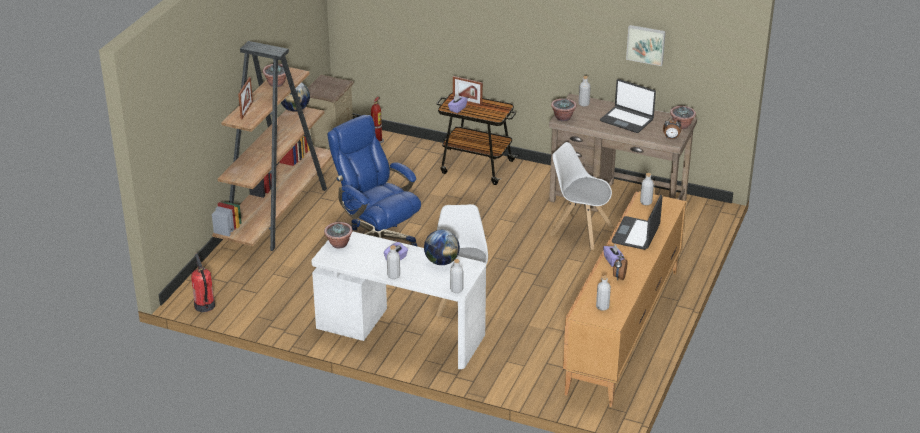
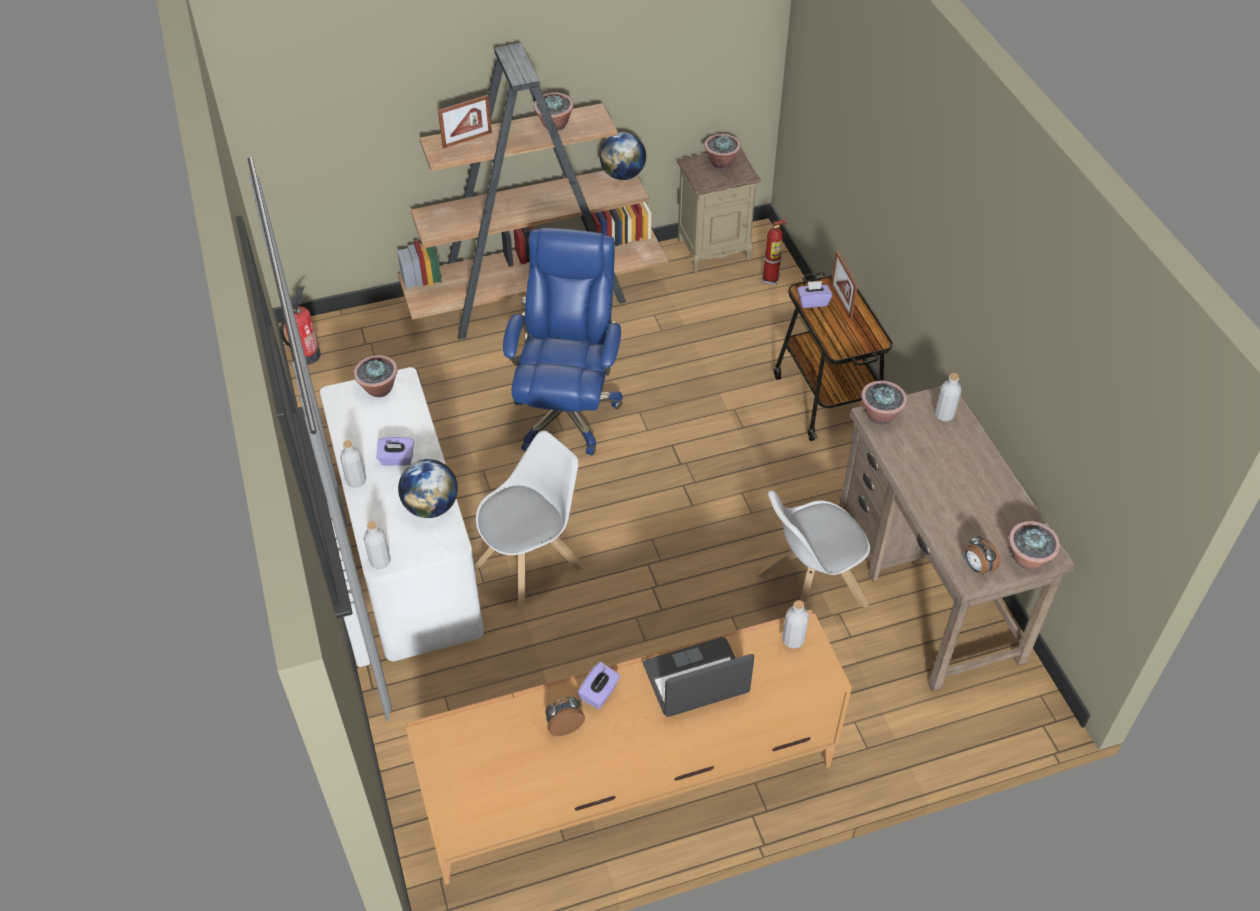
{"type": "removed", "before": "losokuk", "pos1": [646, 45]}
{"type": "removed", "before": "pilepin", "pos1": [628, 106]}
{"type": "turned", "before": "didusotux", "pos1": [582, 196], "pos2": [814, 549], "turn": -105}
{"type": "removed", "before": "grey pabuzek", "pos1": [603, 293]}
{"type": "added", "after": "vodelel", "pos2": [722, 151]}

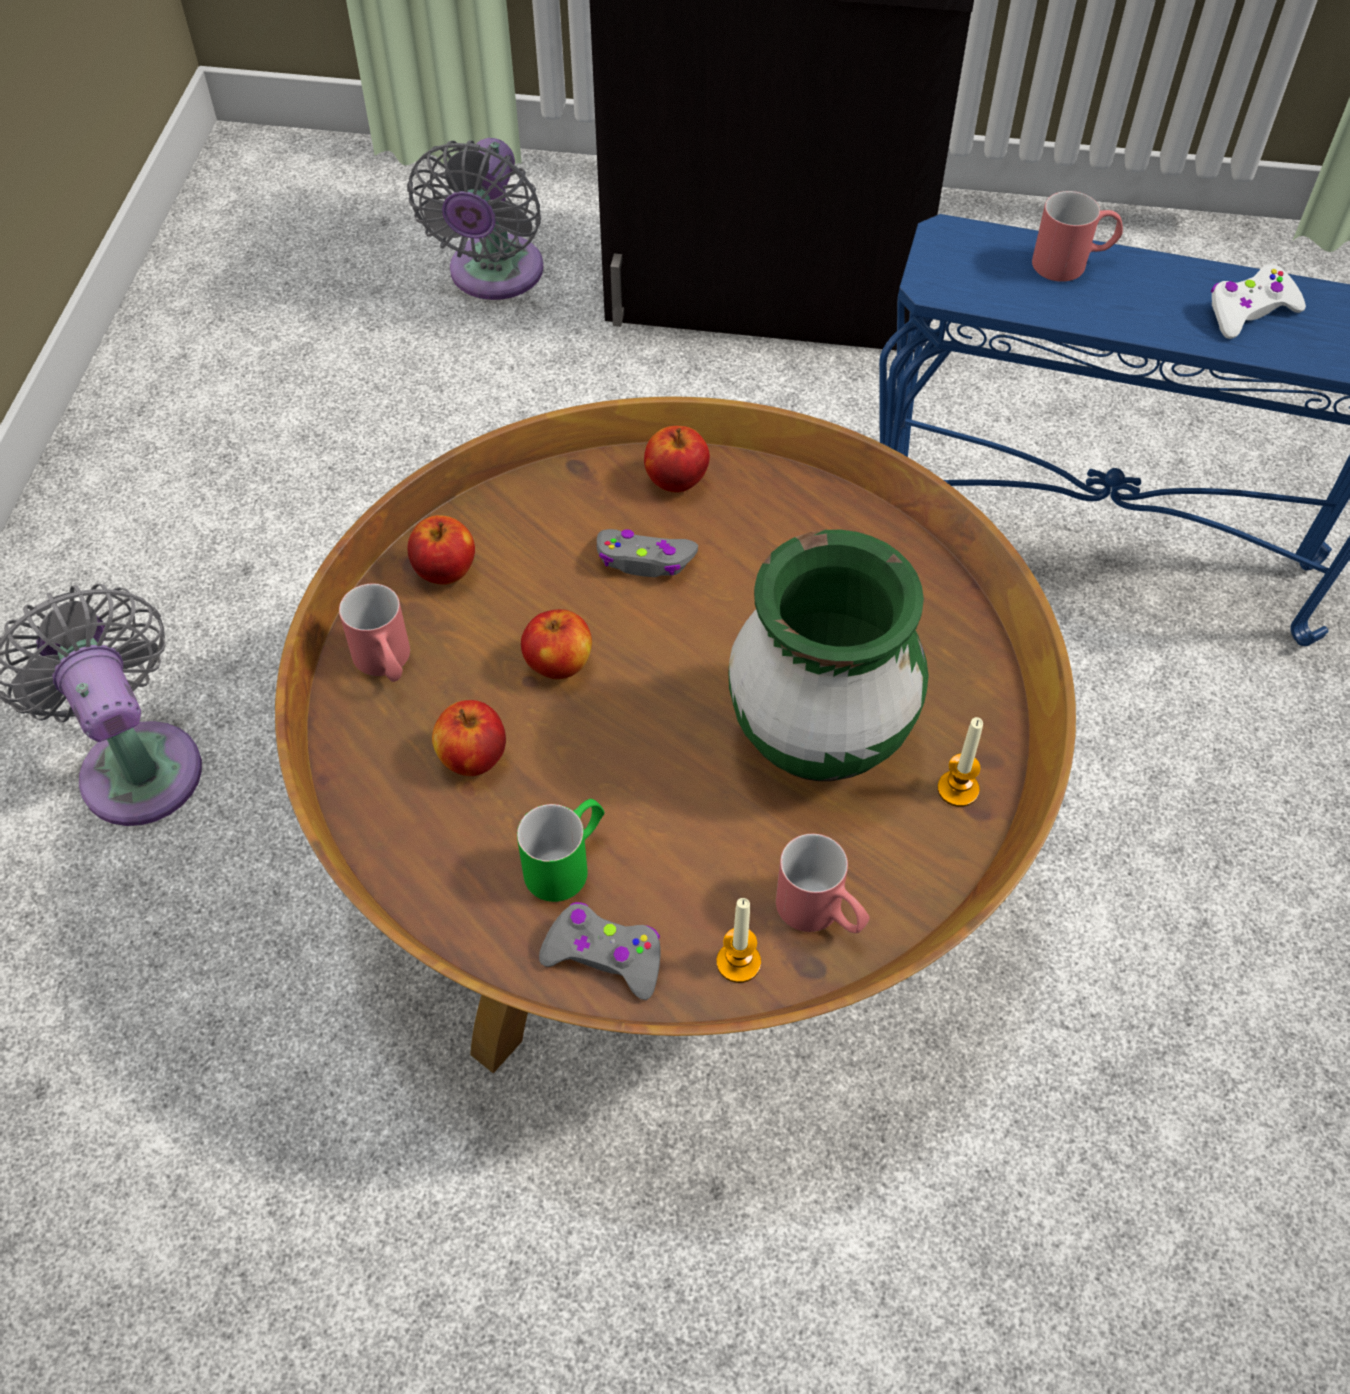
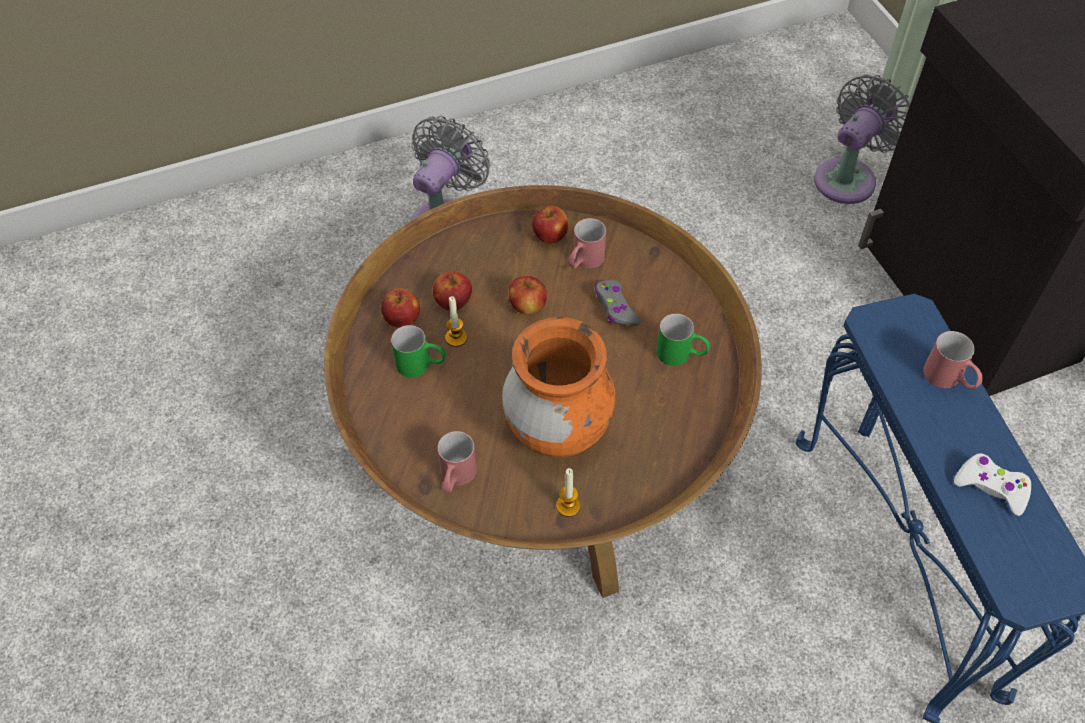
{"type": "turned", "before": "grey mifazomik", "pos1": [475, 219], "pos2": [862, 139], "turn": 150}
{"type": "moved", "before": "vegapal", "pos1": [677, 459], "pos2": [400, 308]}
{"type": "recoloured", "before": "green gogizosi", "after": "orange gogizosi", "pos1": [829, 655], "pos2": [558, 387]}
{"type": "moved", "before": "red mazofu", "pos1": [374, 632], "pos2": [587, 243]}
{"type": "moved", "before": "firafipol", "pos1": [738, 940], "pos2": [456, 321]}
{"type": "removed", "before": "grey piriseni", "pos1": [600, 951]}
{"type": "added", "after": "green mazofu", "pos2": [683, 340]}

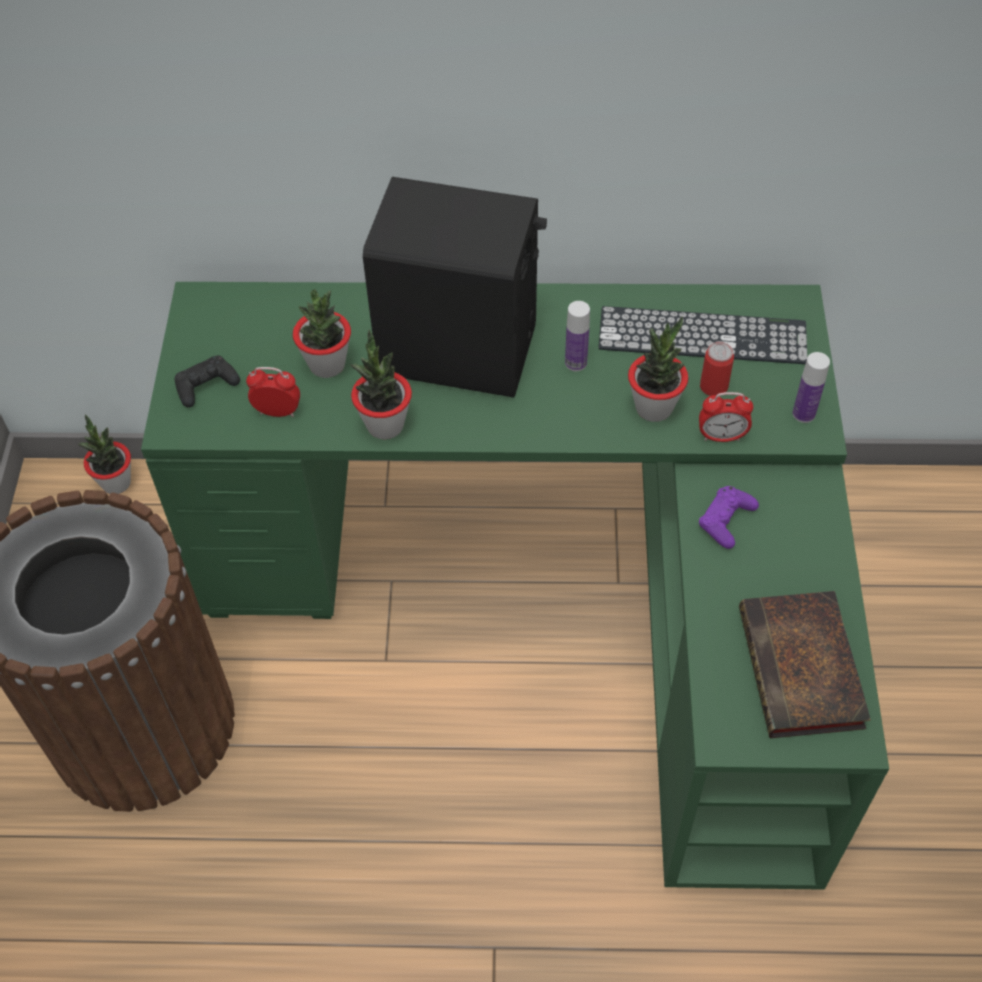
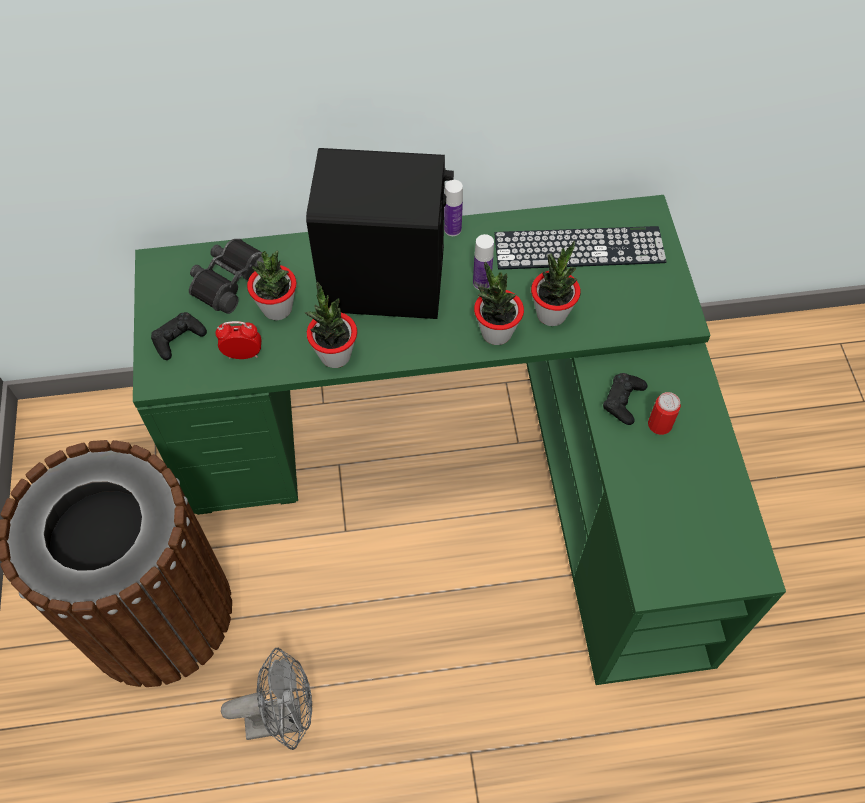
{"type": "moved", "before": "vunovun", "pos1": [717, 369], "pos2": [664, 413]}
{"type": "moved", "before": "pabuzek", "pos1": [811, 387], "pos2": [453, 208]}
{"type": "removed", "before": "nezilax", "pos1": [726, 417]}
{"type": "moved", "before": "vodelel", "pos1": [104, 454], "pos2": [499, 303]}
{"type": "recoloured", "before": "purple piriseni", "after": "black piriseni", "pos1": [729, 517], "pos2": [625, 399]}
{"type": "removed", "before": "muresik", "pos1": [805, 664]}
{"type": "added", "after": "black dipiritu", "pos2": [226, 276]}
{"type": "added", "after": "grey mifazomik", "pos2": [266, 699]}

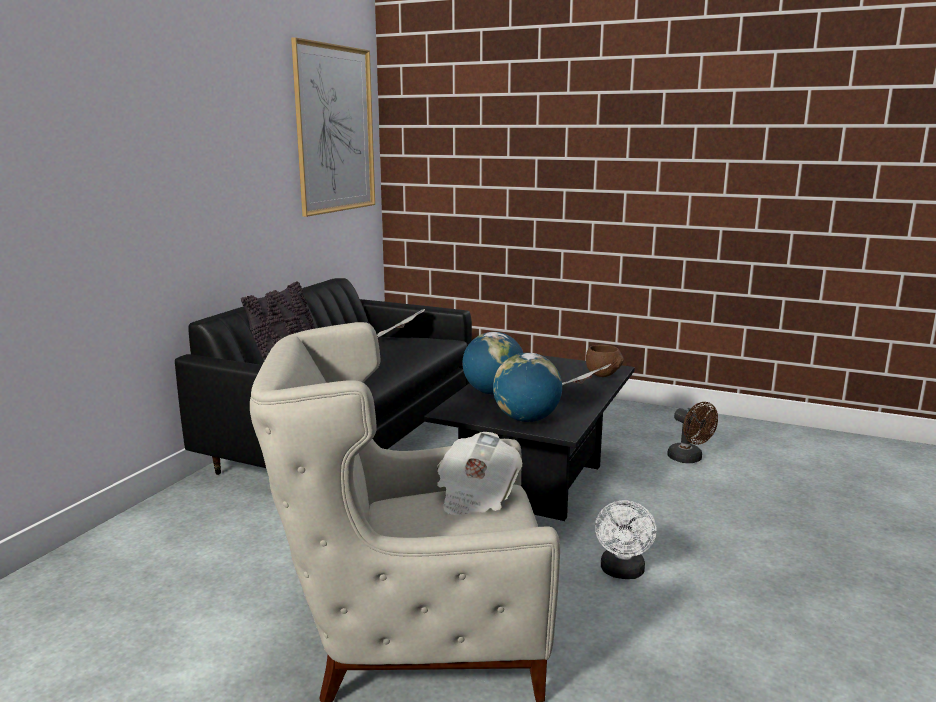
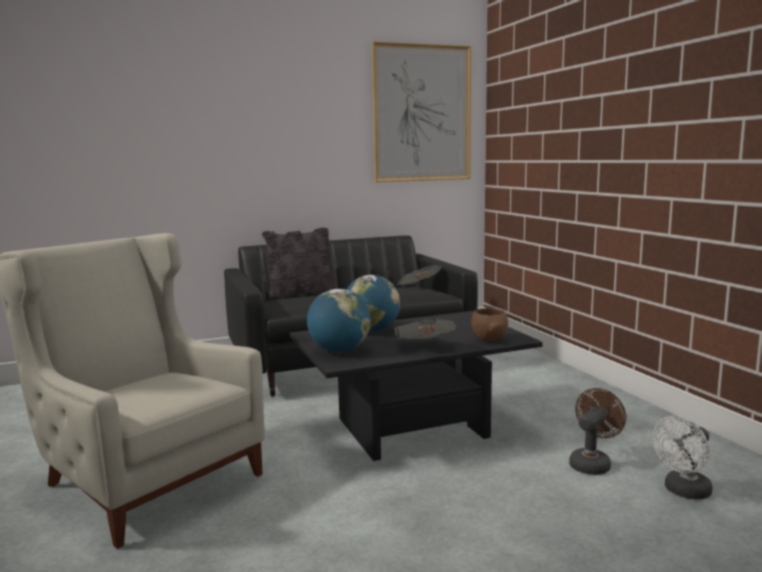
{"type": "turned", "before": "brown mifazomik", "pos1": [692, 432], "pos2": [597, 431], "turn": -150}
{"type": "removed", "before": "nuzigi", "pos1": [480, 473]}
{"type": "moved", "before": "white mifazomik", "pos1": [626, 540], "pos2": [683, 457]}

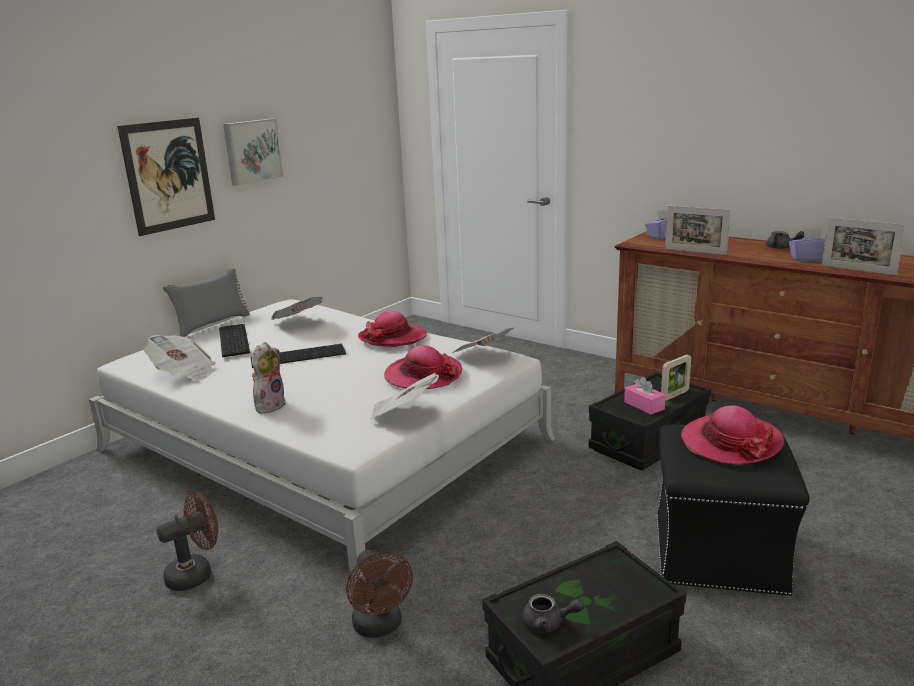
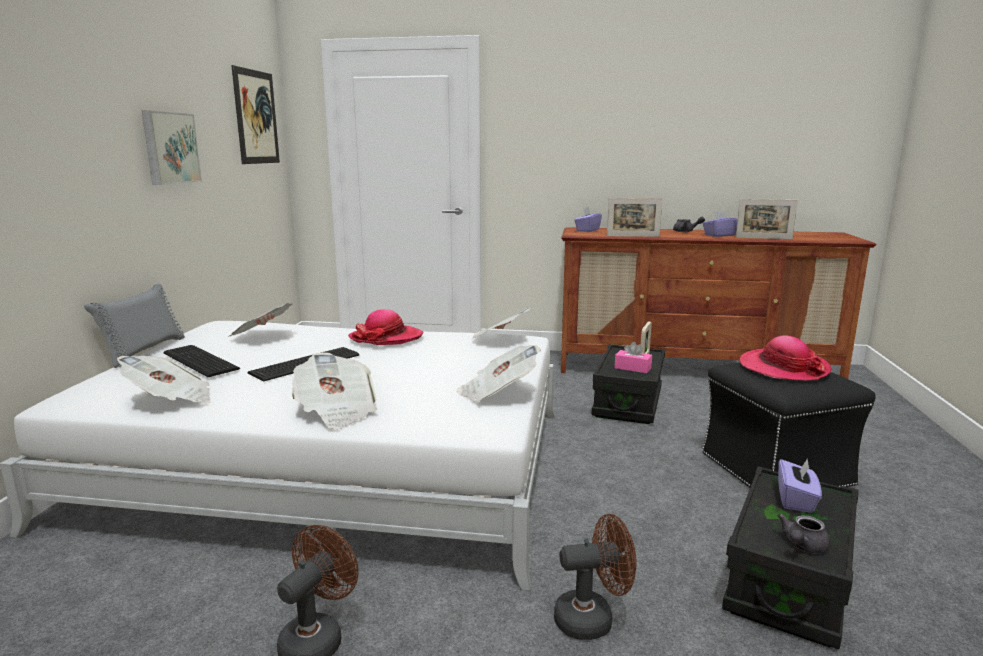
{"type": "moved", "before": "losokuk", "pos1": [166, 177], "pos2": [255, 114]}
{"type": "replaced", "before": "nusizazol", "after": "nuzigi", "pos1": [269, 378], "pos2": [334, 391]}
{"type": "removed", "before": "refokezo", "pos1": [423, 367]}
{"type": "turned", "before": "brown mifazomik", "pos1": [379, 594], "pos2": [595, 577], "turn": -45}
{"type": "turned", "before": "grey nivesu", "pos1": [553, 613], "pos2": [804, 533], "turn": 150}
{"type": "added", "after": "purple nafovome", "pos2": [800, 485]}

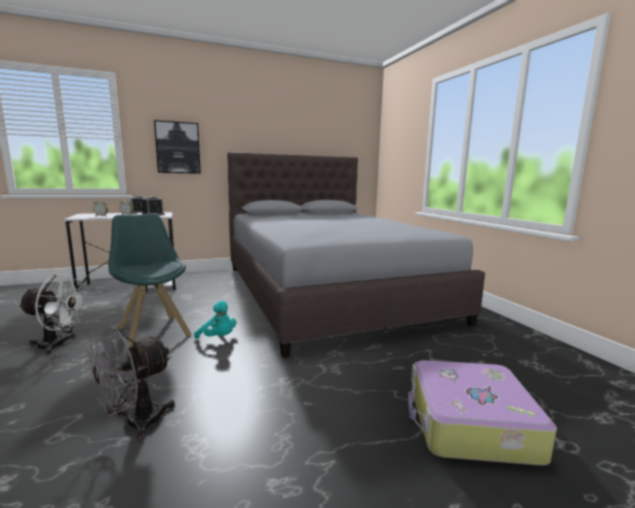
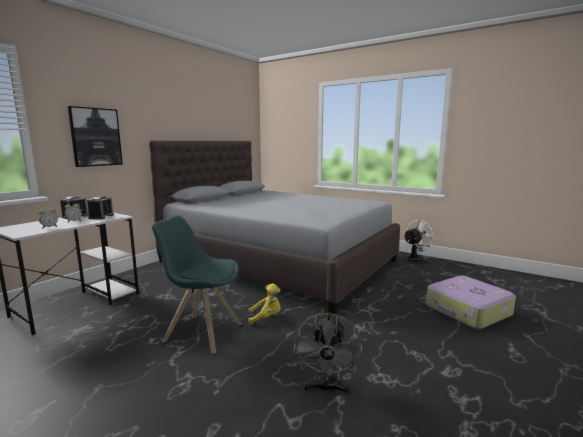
{"type": "moved", "before": "white mifazomik", "pos1": [53, 314], "pos2": [420, 241]}
{"type": "recoloured", "before": "turquoise nusizazol", "after": "yellow nusizazol", "pos1": [215, 320], "pos2": [264, 304]}

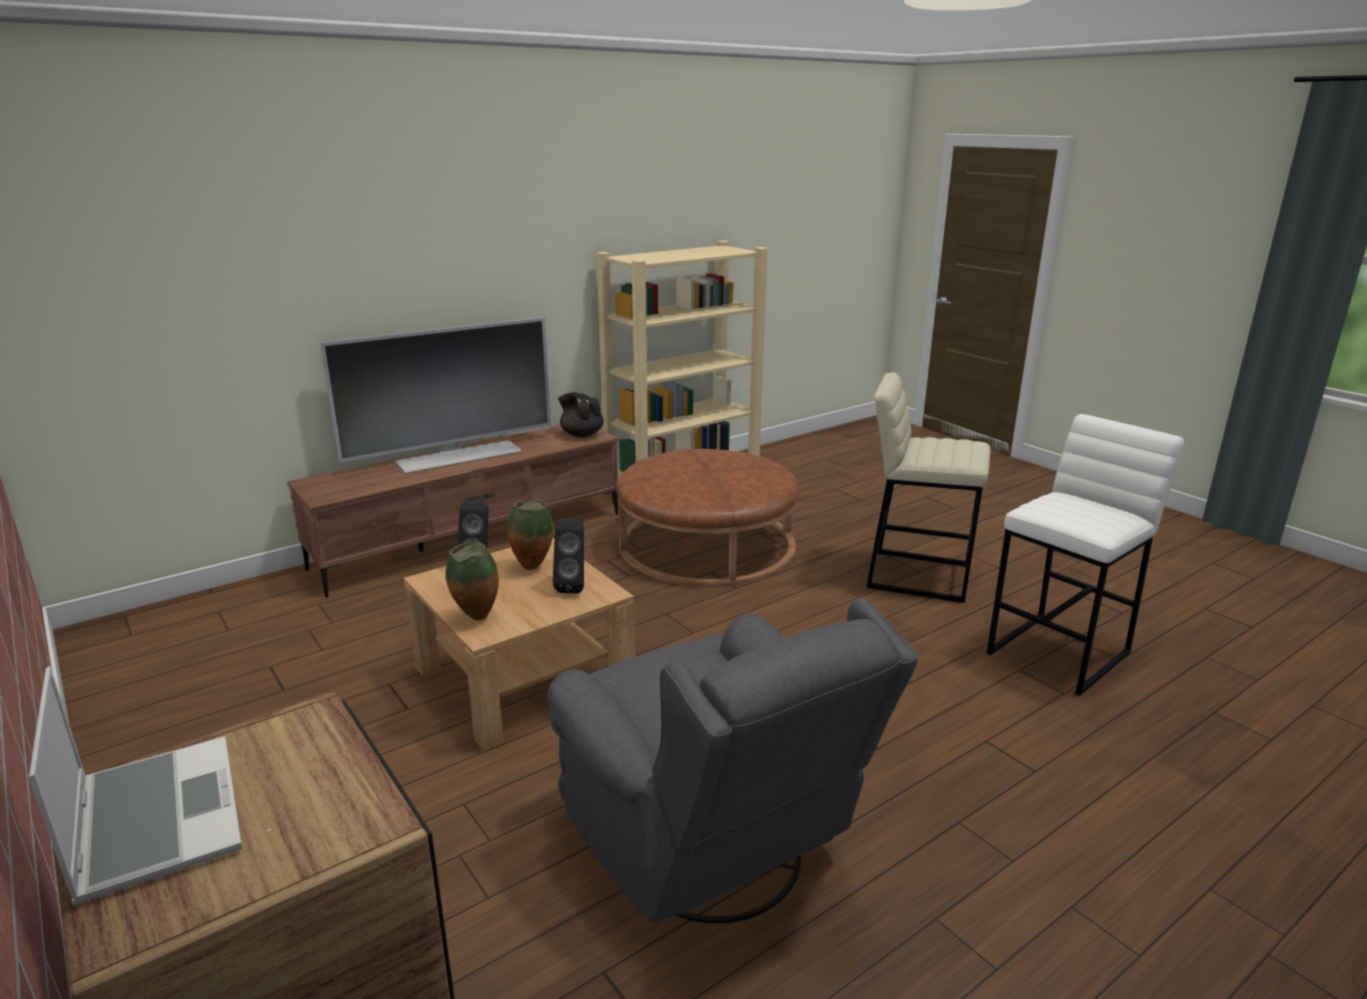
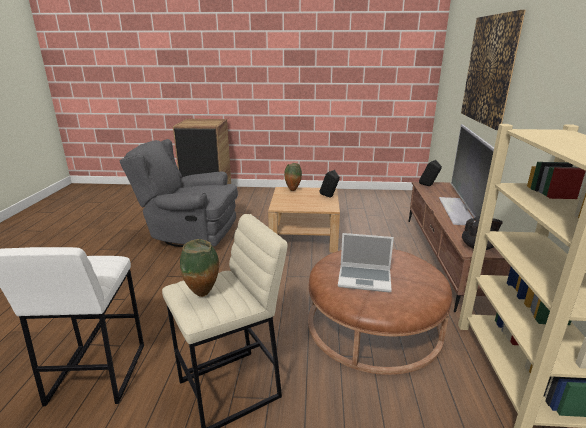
{"type": "moved", "before": "gogizosi", "pos1": [530, 534], "pos2": [199, 268]}
{"type": "moved", "before": "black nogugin", "pos1": [568, 556], "pos2": [430, 173]}
{"type": "moved", "before": "pilepin", "pos1": [135, 785], "pos2": [366, 262]}
{"type": "added", "after": "losokuk", "pos2": [493, 70]}

